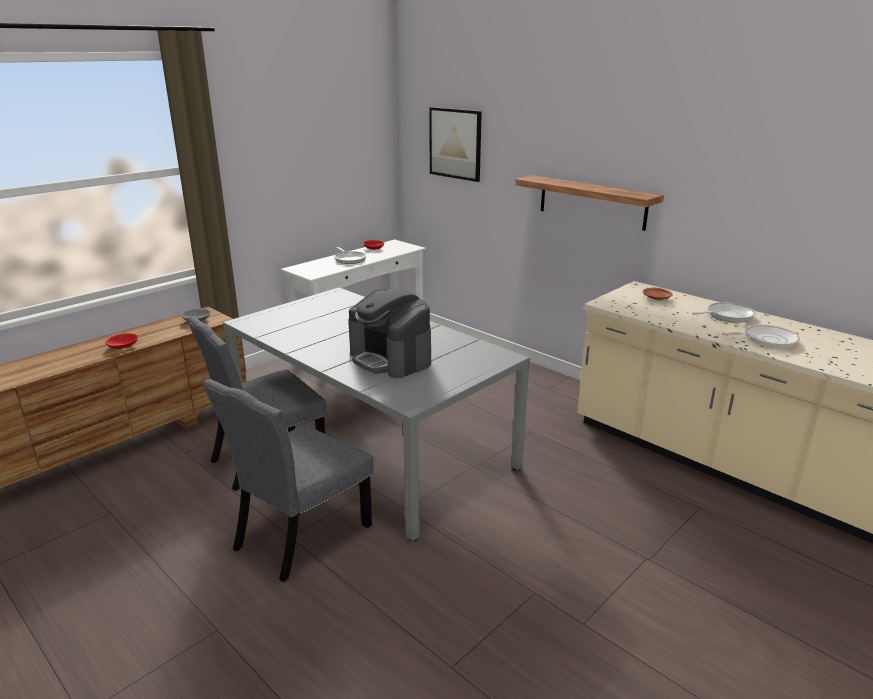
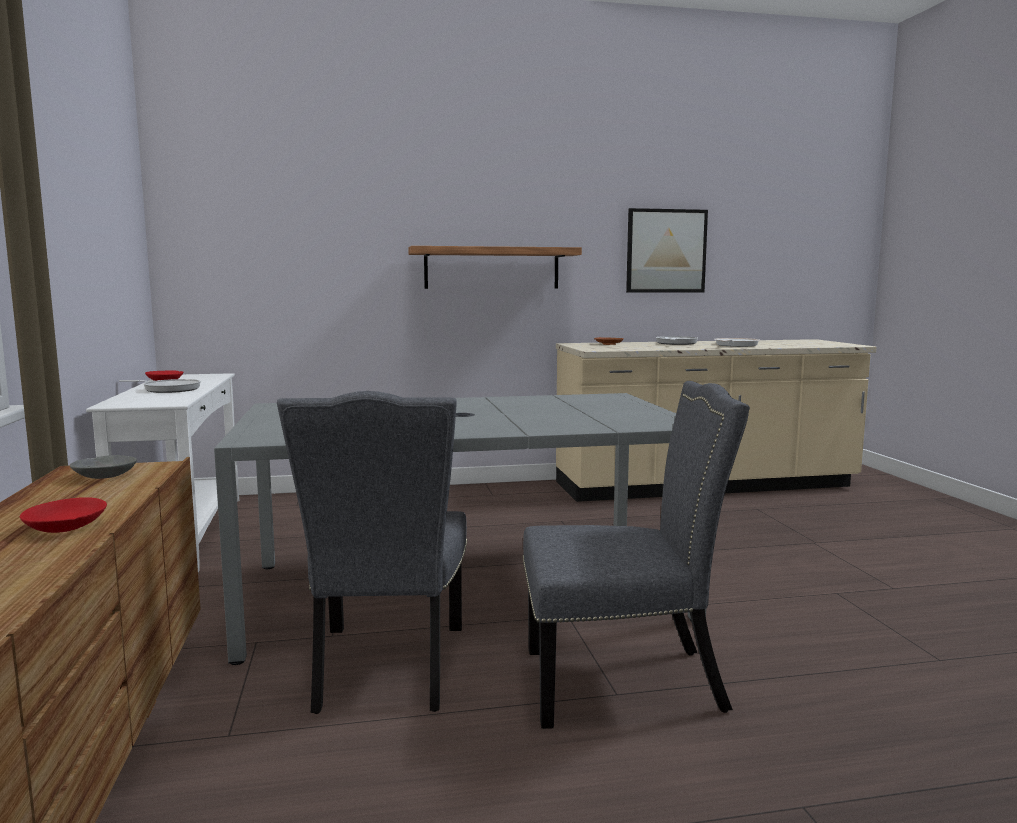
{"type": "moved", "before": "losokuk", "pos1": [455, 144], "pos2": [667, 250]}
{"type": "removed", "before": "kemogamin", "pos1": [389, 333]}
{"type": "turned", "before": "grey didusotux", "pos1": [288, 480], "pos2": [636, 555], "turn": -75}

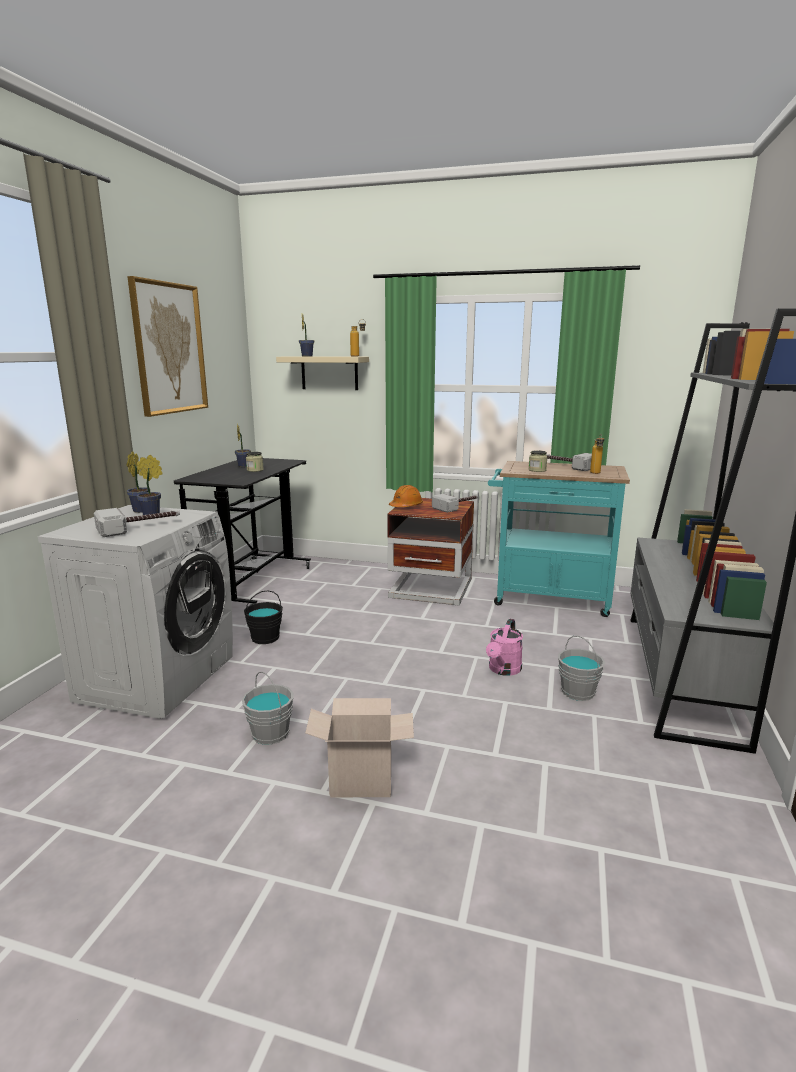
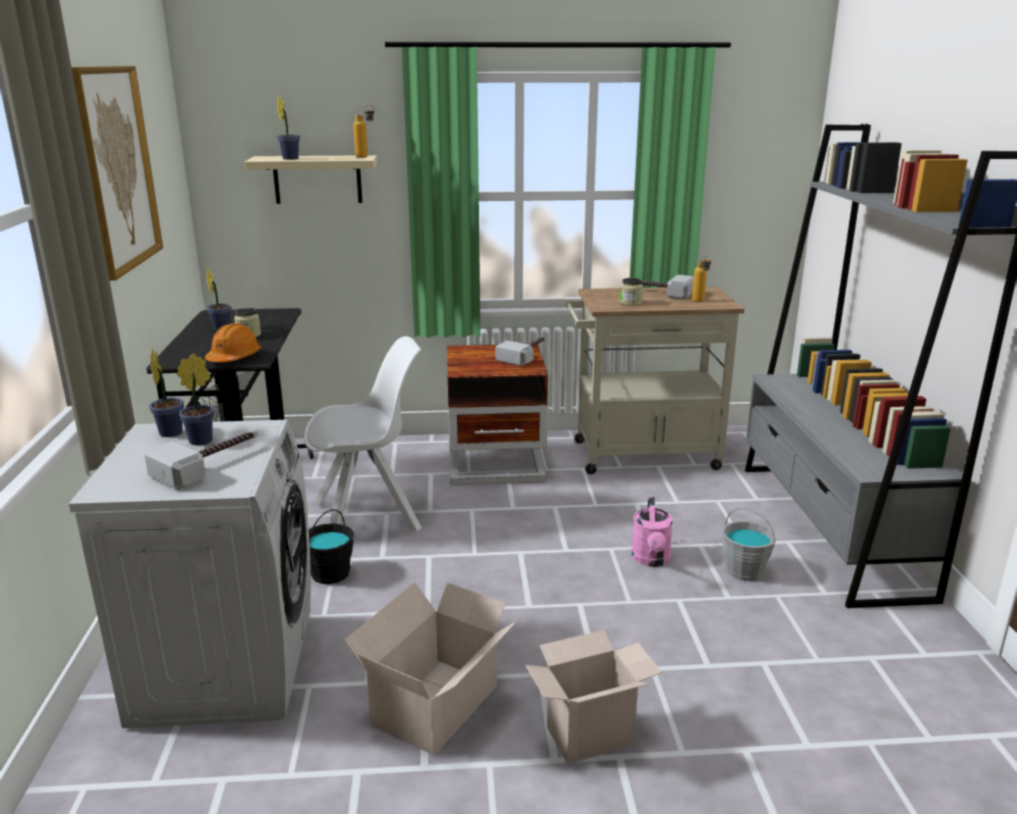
{"type": "recoloured", "before": "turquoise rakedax", "after": "beige rakedax", "pos1": [559, 539], "pos2": [654, 380]}
{"type": "moved", "before": "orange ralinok", "pos1": [406, 496], "pos2": [233, 342]}
{"type": "replaced", "before": "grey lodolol", "after": "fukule", "pos1": [267, 708], "pos2": [431, 669]}
{"type": "added", "after": "white didusotux", "pos2": [363, 433]}

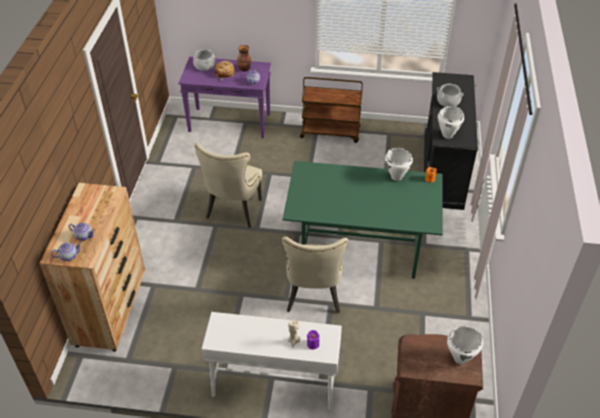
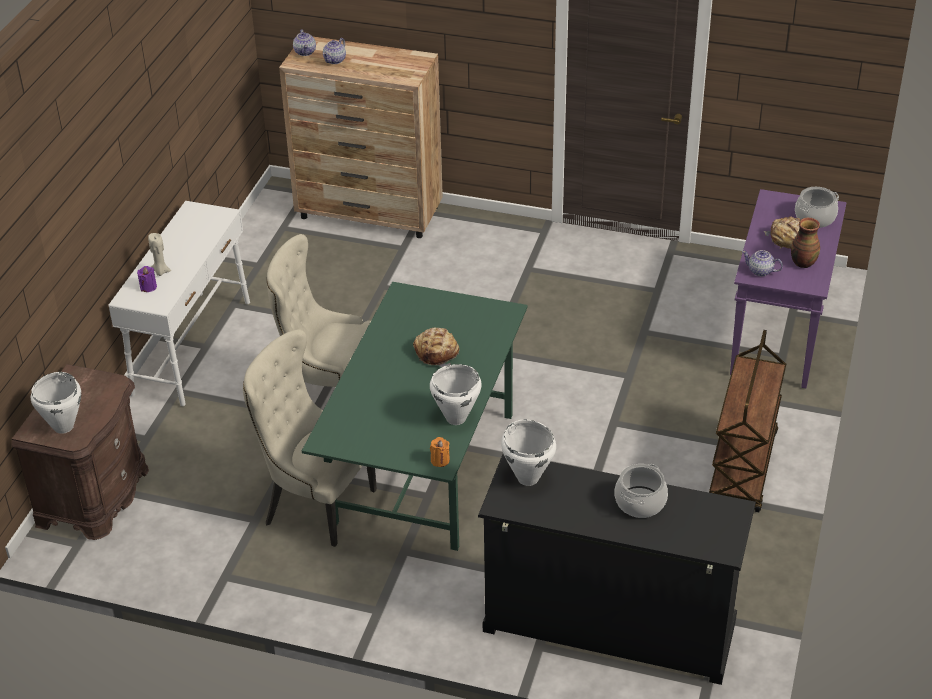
{"type": "moved", "before": "beige didusotux", "pos1": [228, 185], "pos2": [310, 438]}
{"type": "added", "after": "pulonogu", "pos2": [436, 347]}

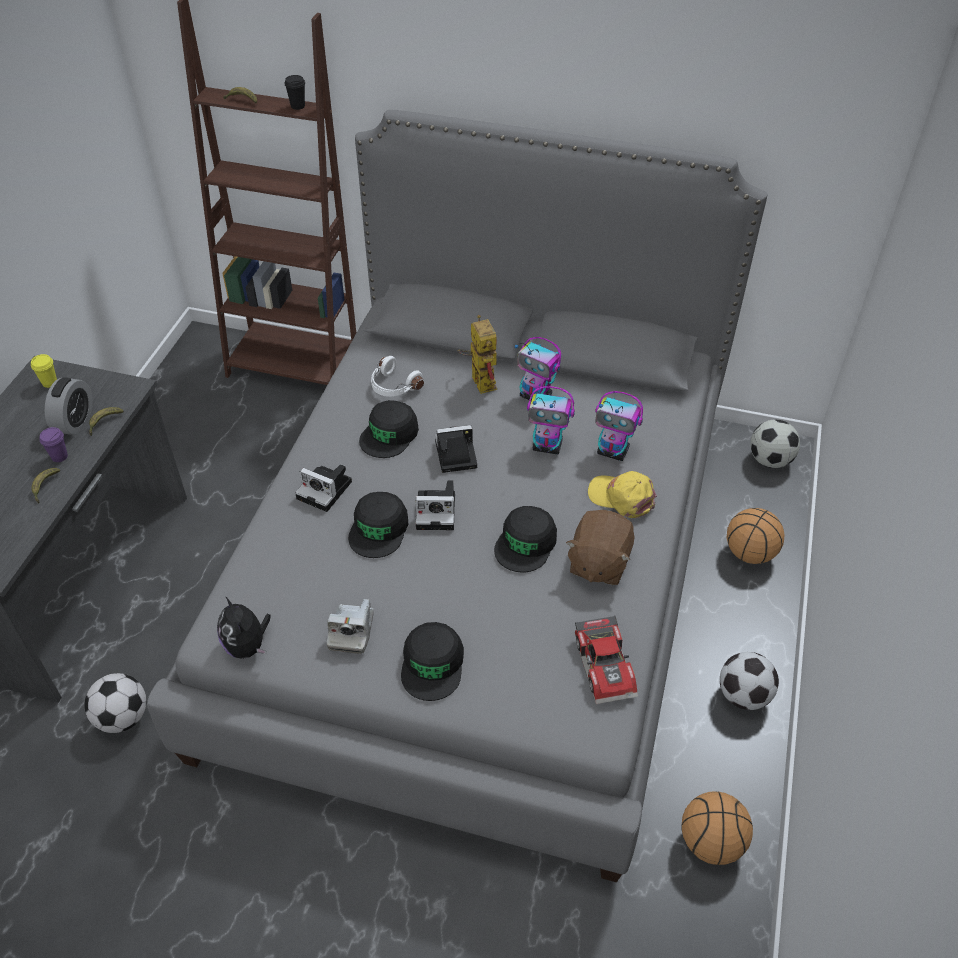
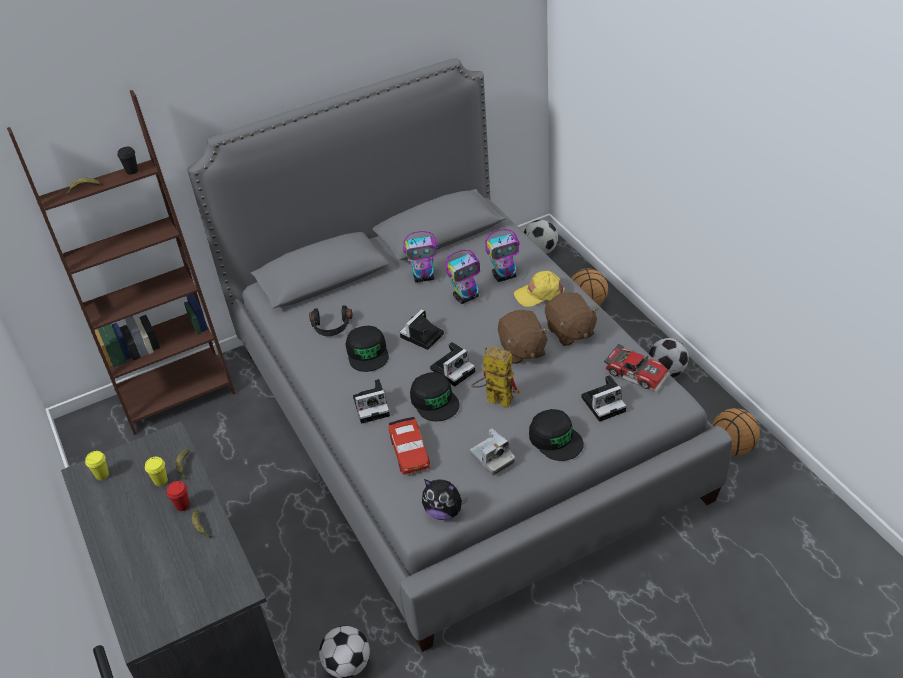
{"type": "moved", "before": "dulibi", "pos1": [477, 354], "pos2": [495, 377]}
{"type": "recoloured", "before": "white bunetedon", "after": "black bunetedon", "pos1": [397, 376], "pos2": [330, 320]}
{"type": "replaced", "before": "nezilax", "after": "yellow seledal", "pos1": [69, 406], "pos2": [156, 471]}
{"type": "recoloured", "before": "purple seledal", "after": "red seledal", "pos1": [53, 444], "pos2": [178, 496]}
{"type": "replaced", "before": "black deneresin", "after": "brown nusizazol", "pos1": [525, 539], "pos2": [523, 337]}
{"type": "added", "after": "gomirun", "pos2": [603, 398]}
{"type": "added", "after": "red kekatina", "pos2": [409, 446]}

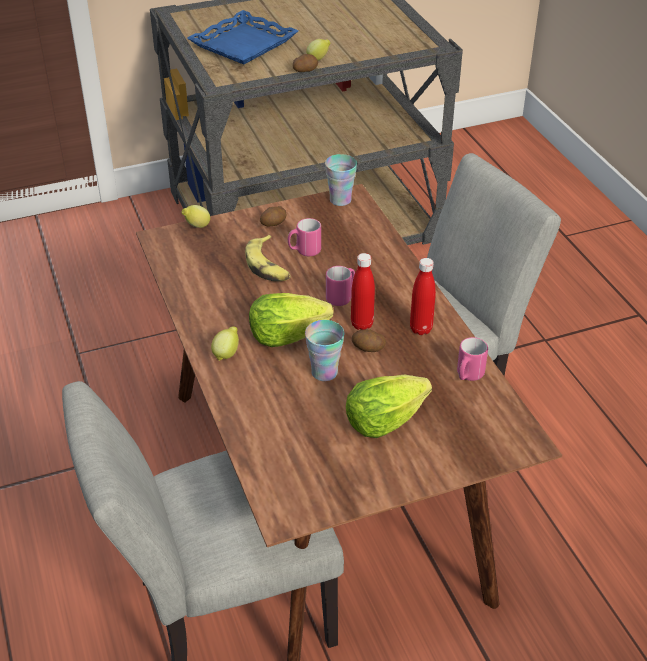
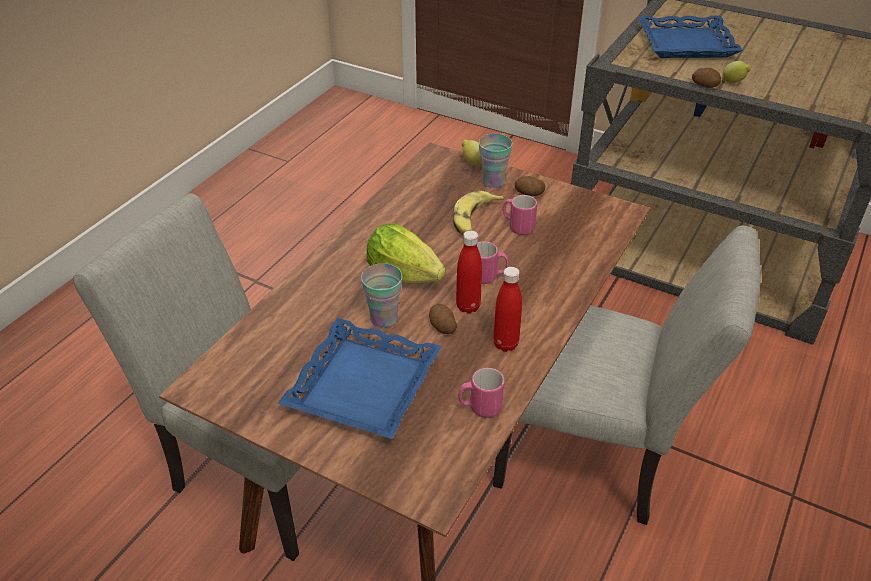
{"type": "moved", "before": "seledal", "pos1": [341, 180], "pos2": [496, 161]}
{"type": "removed", "before": "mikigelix", "pos1": [225, 344]}
{"type": "replaced", "before": "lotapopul", "after": "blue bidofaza", "pos1": [389, 406], "pos2": [360, 378]}

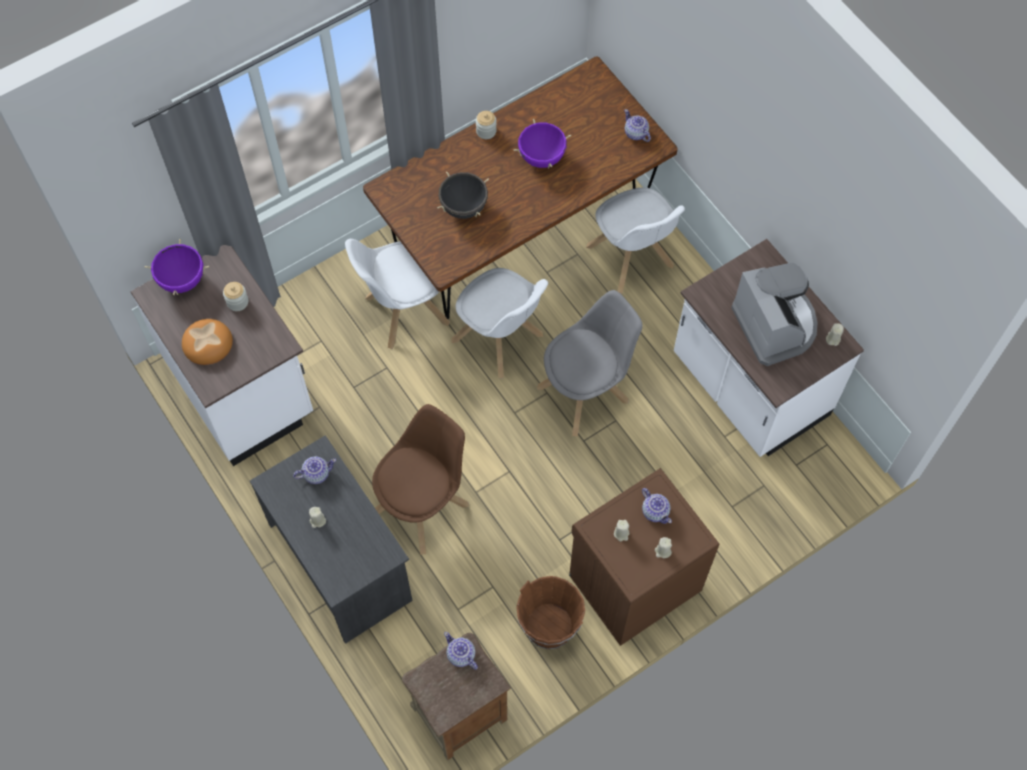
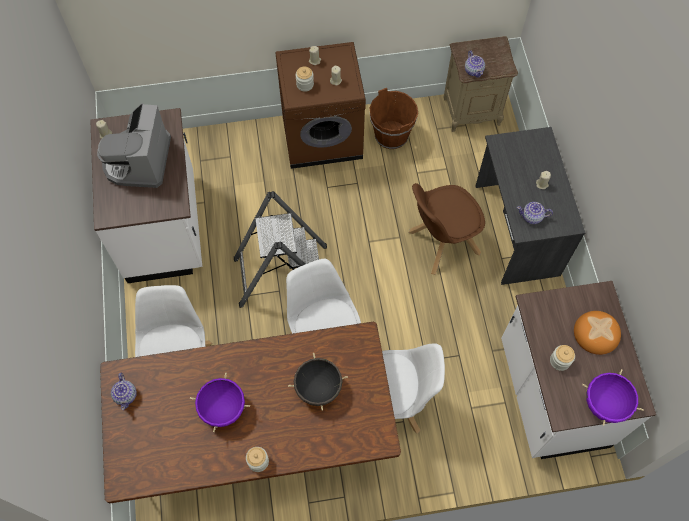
{"type": "replaced", "before": "grey didusotux", "after": "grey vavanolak", "pos1": [590, 363], "pos2": [280, 249]}
{"type": "replaced", "before": "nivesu", "after": "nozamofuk", "pos1": [657, 506], "pos2": [305, 79]}

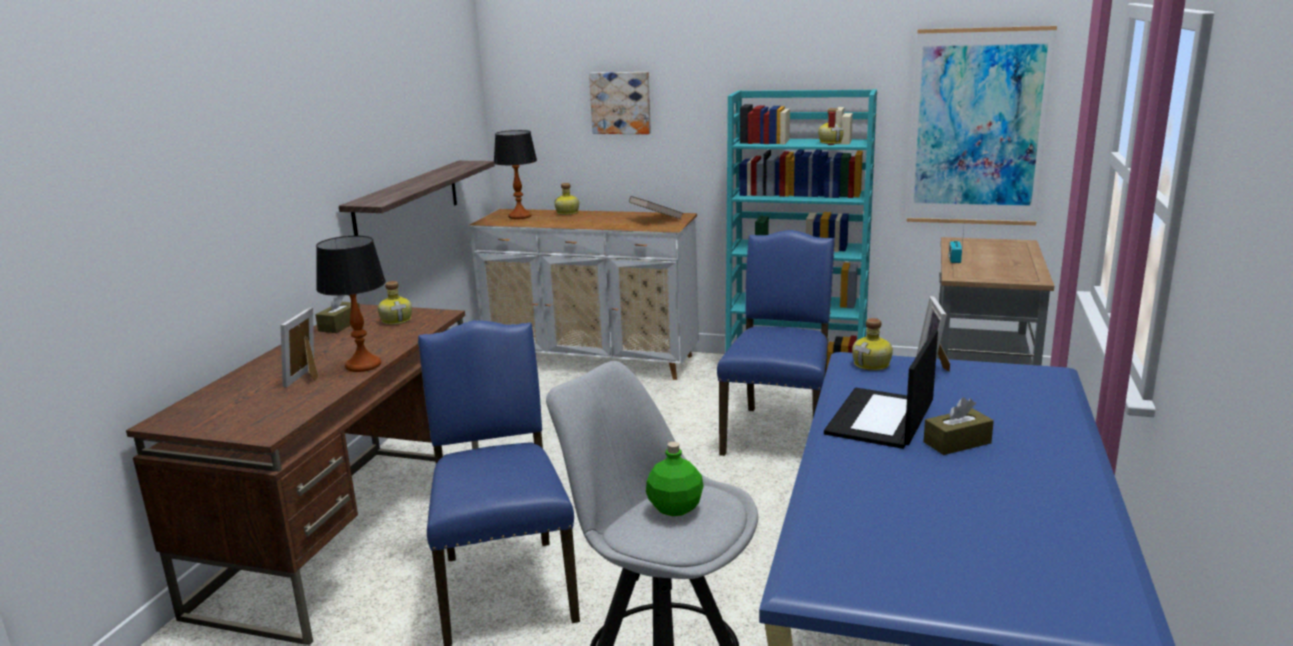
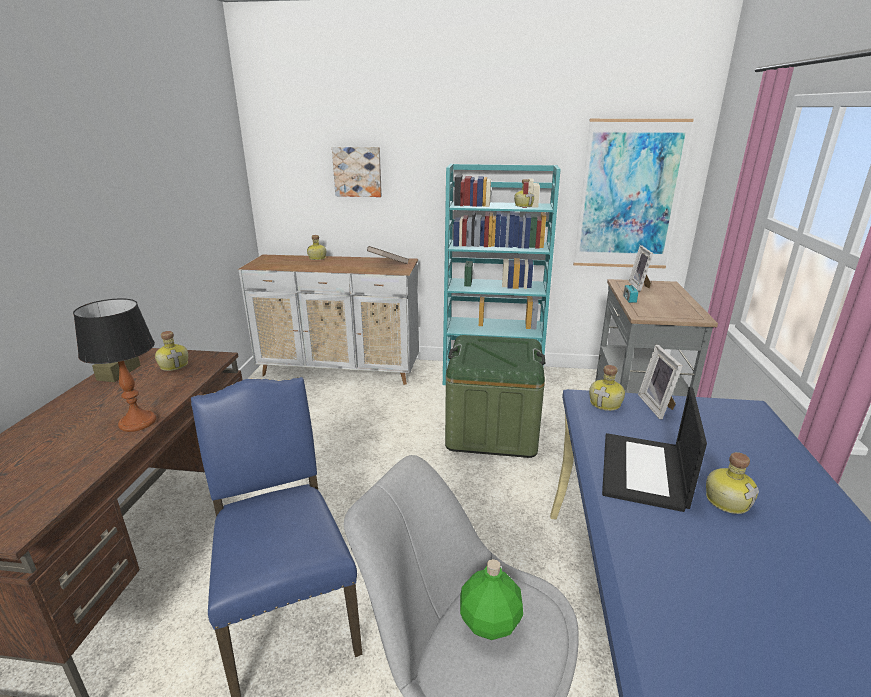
{"type": "removed", "before": "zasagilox", "pos1": [515, 174]}
{"type": "removed", "before": "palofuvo", "pos1": [417, 198]}
{"type": "replaced", "before": "blue didusotux", "after": "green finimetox", "pos1": [776, 343], "pos2": [495, 396]}
{"type": "moved", "before": "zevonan", "pos1": [299, 347], "pos2": [640, 268]}
{"type": "replaced", "before": "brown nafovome", "after": "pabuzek", "pos1": [958, 426], "pos2": [732, 483]}

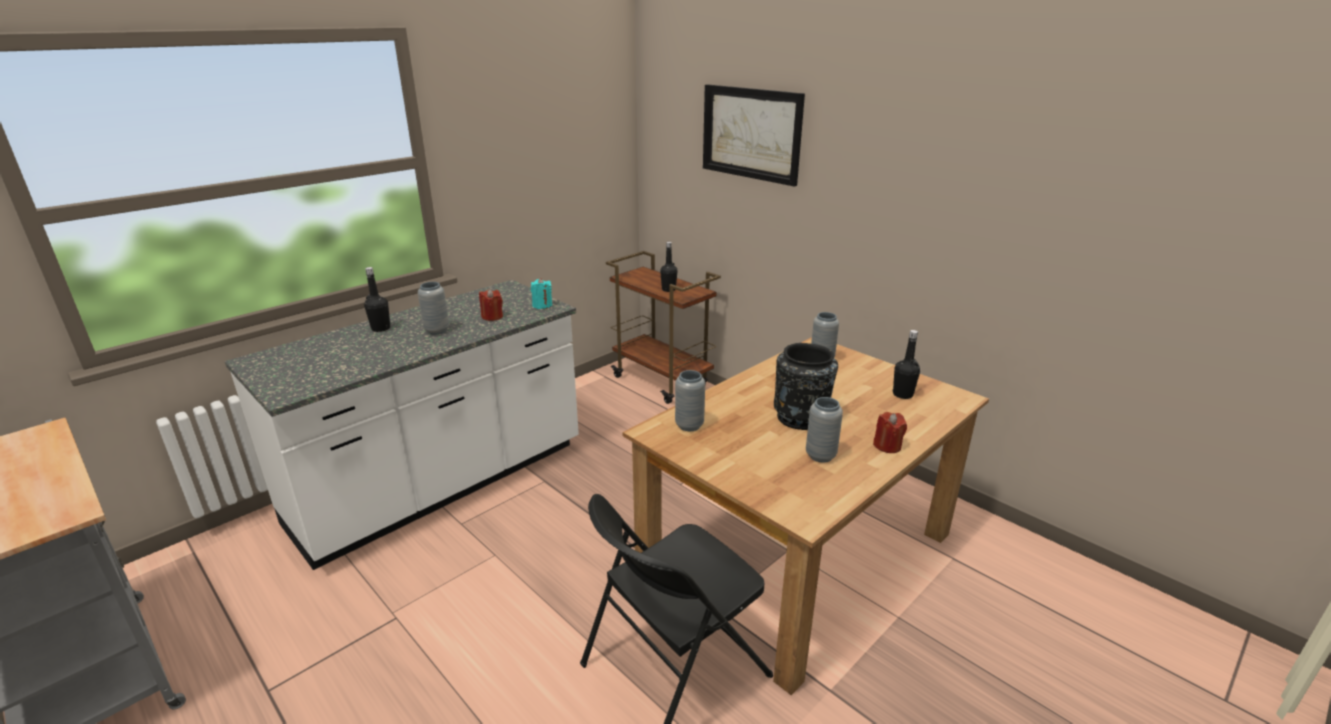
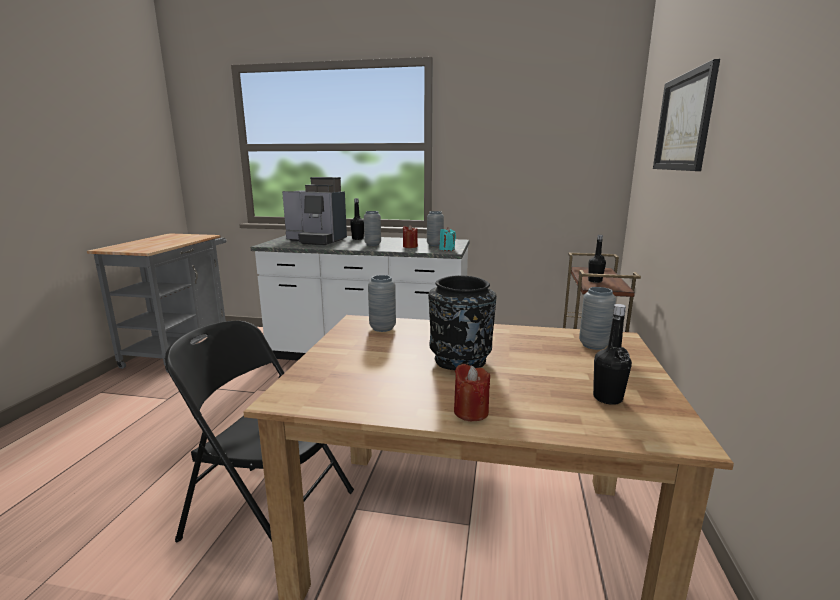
{"type": "moved", "before": "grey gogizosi", "pos1": [824, 429], "pos2": [435, 228]}
{"type": "added", "after": "kemogamin", "pos2": [314, 211]}

